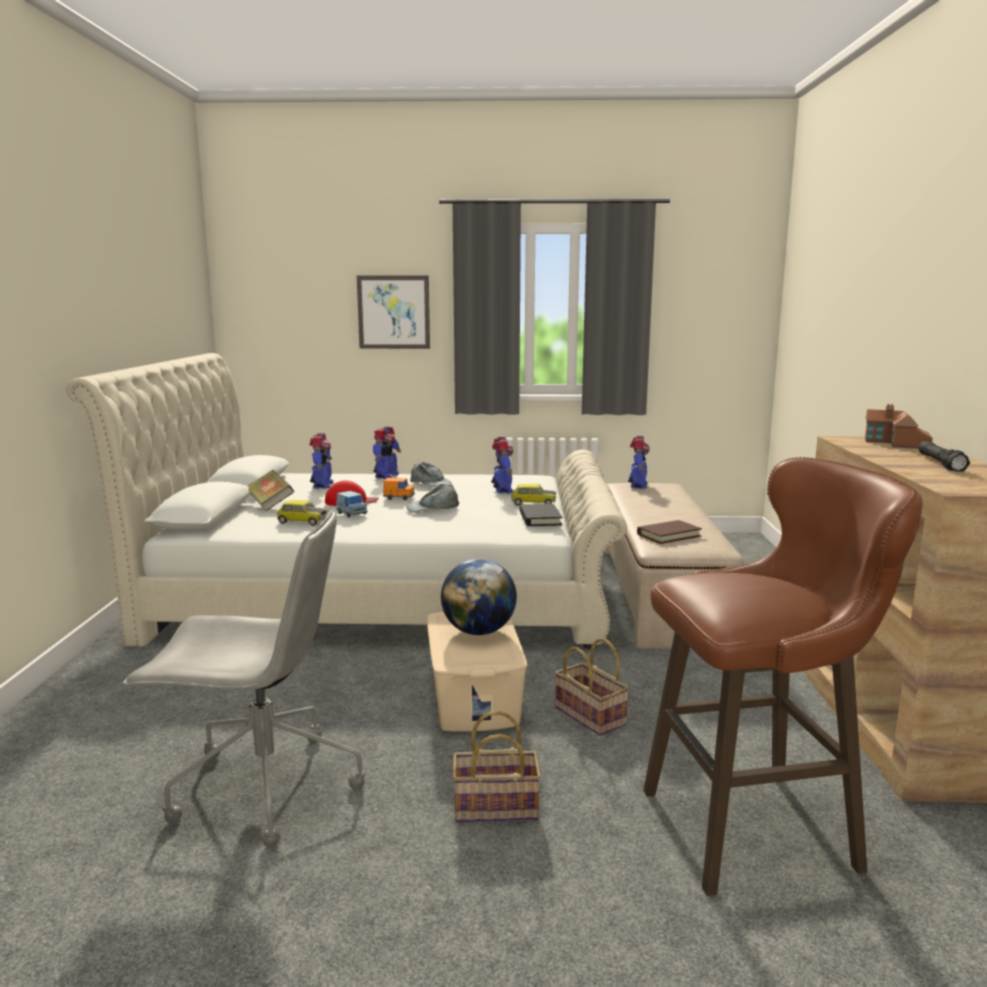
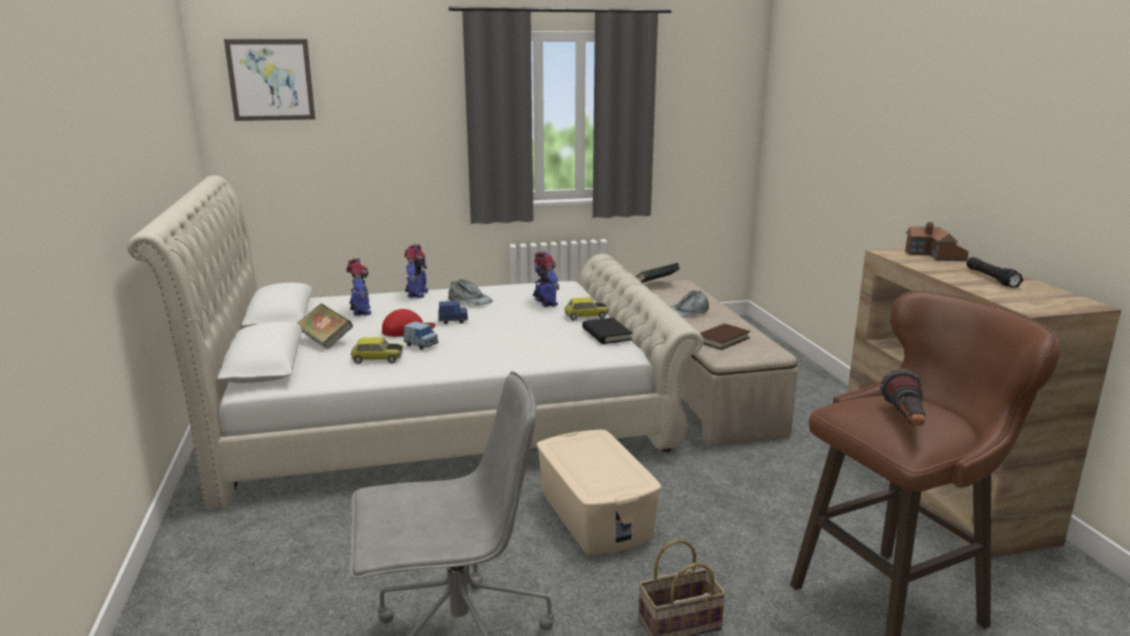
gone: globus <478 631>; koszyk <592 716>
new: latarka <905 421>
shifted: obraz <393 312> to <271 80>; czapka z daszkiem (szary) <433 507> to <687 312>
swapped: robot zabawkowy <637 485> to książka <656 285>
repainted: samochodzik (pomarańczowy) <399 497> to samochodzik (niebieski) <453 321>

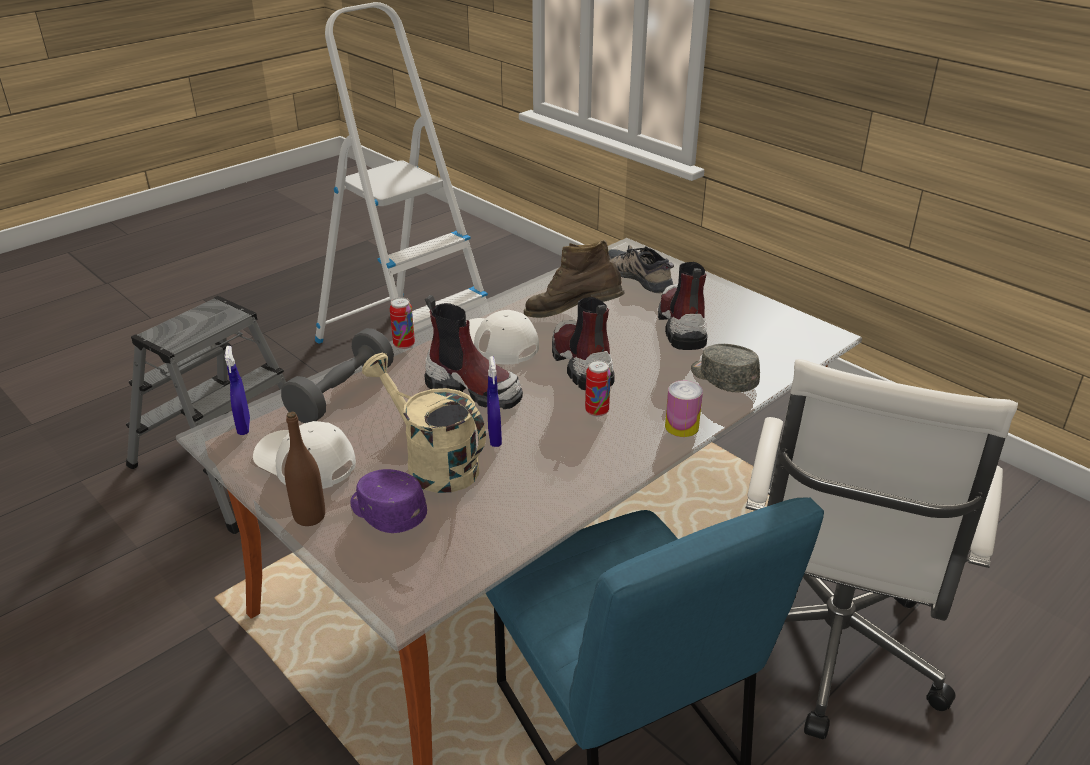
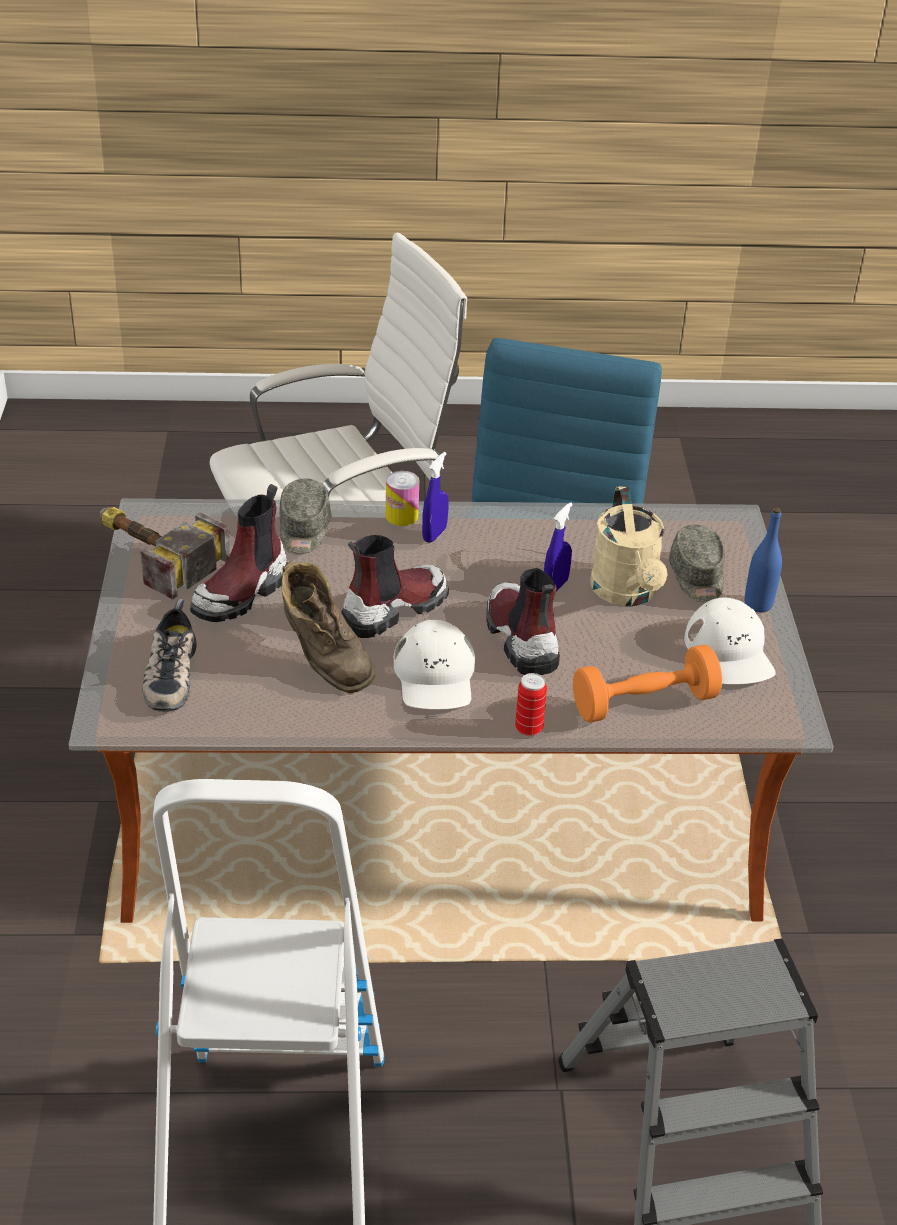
gone: puszka <597 411>
new: młotek <151 553>
shifted: spryskiwacz (niebieski) <244 426> to <434 534>
repainted: hantel (szary) <342 393> to hantel (pomarańczowy) <644 703>; butelka (brązowy) <309 516> to butelka (niebieski) <758 604>; czapka z daszkiem (fioletowy) <386 512> to czapka z daszkiem (szary) <697 577>
rotated: but z cholewką <580 364> = <393 609> 150 degrees counterclockwise

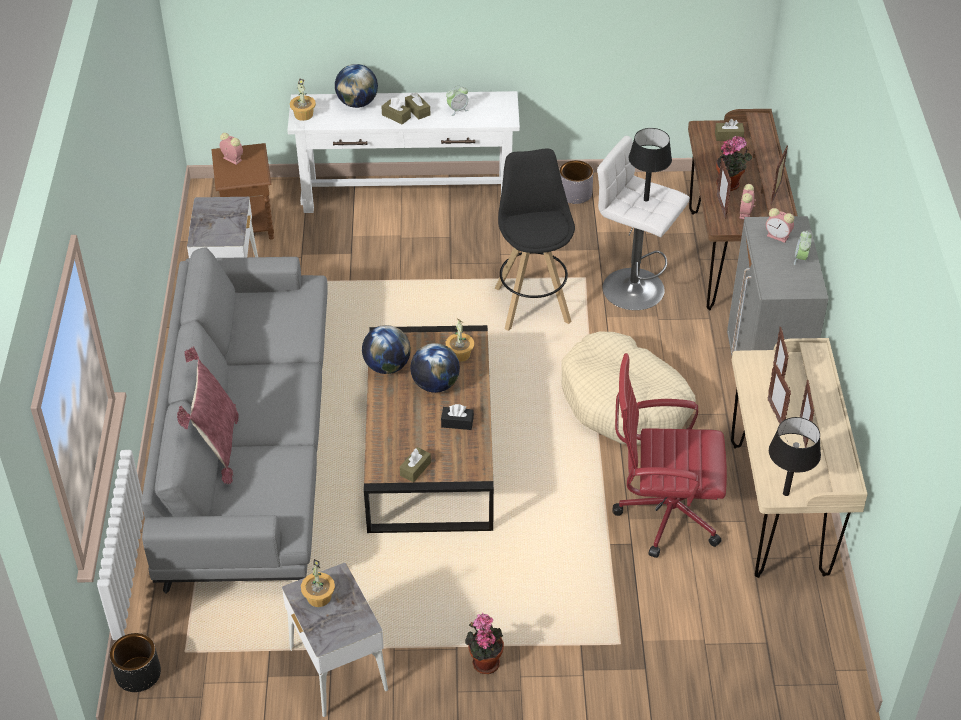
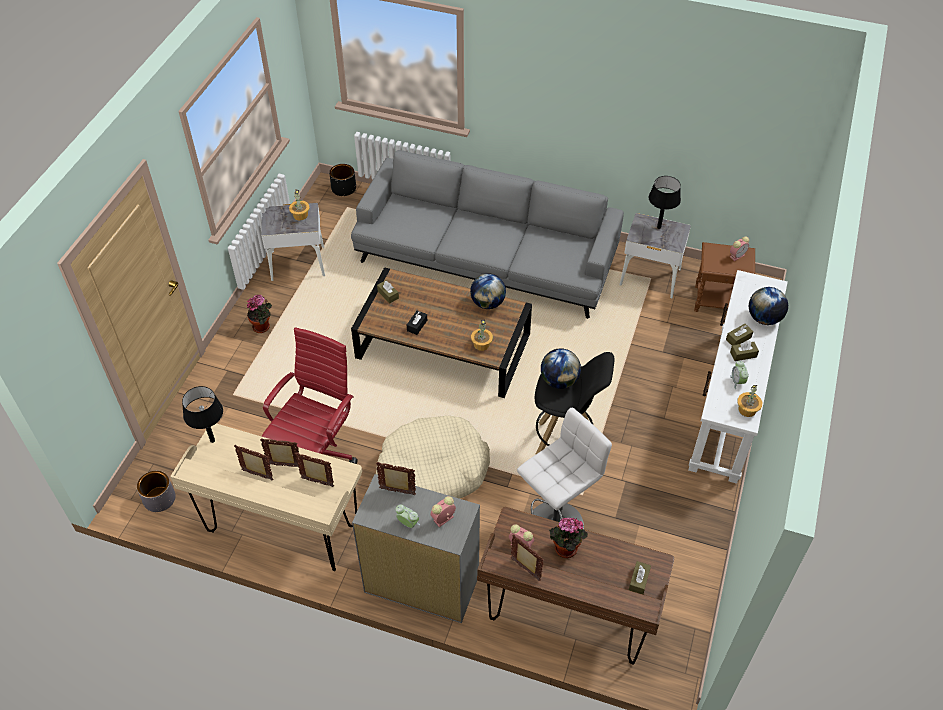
gone: poduszka (czerwony) <215 450>
shifted: roślina doniczkowa <303 114> to <747 410>; globus <435 384> to <559 380>; donica (szary) <575 194> to <160 499>; lampa stołowa (czarny) <646 199> to <659 227>; ramka na zdjęcie <721 207> to <397 492>

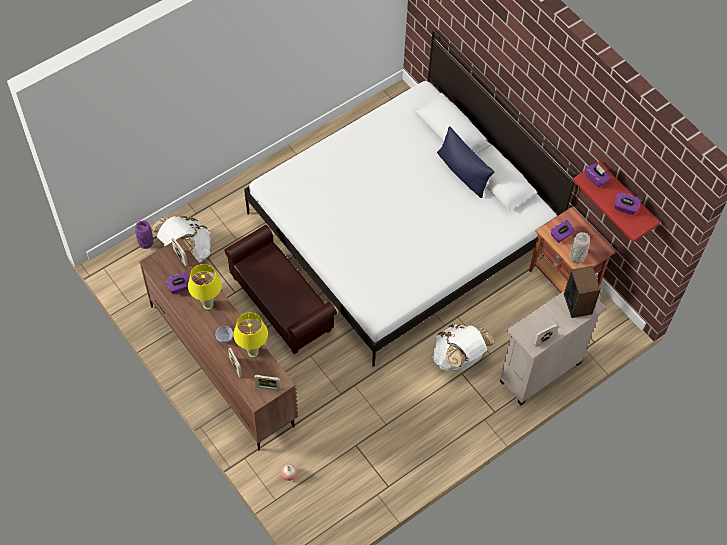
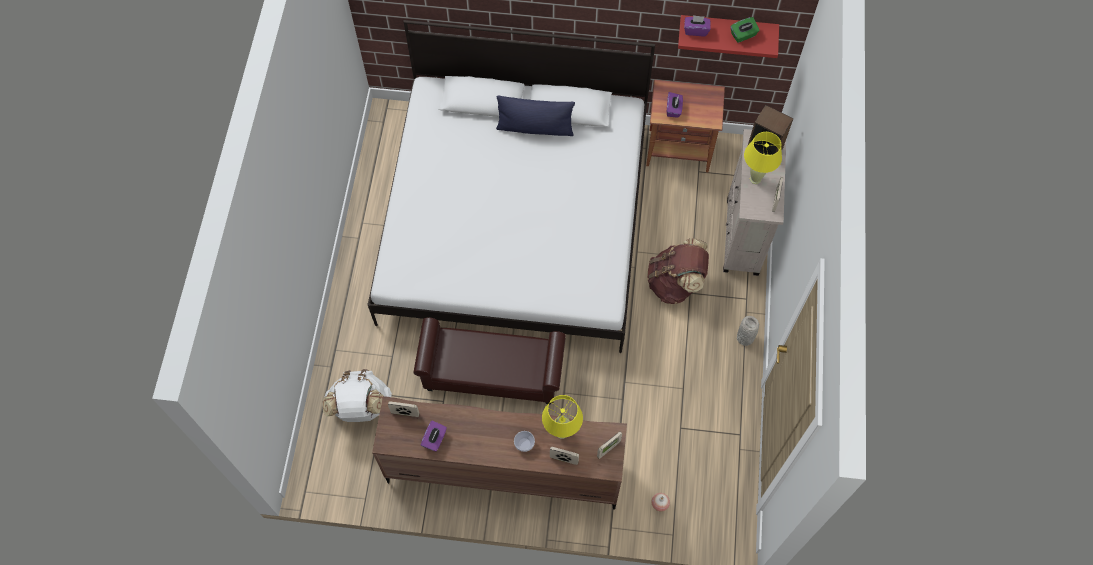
gone: wazon (fioletowy) <145 242>
shifted: lampa stołowa (żółty) <208 305> to <755 179>; wazon (szary) <576 257> to <745 338>
repainted: plecak (biały) <459 358> to plecak (brązowy) <675 283>; pudełko chusteczek (fioletowy) <625 208> to pudełko chusteczek (zielony) <743 35>

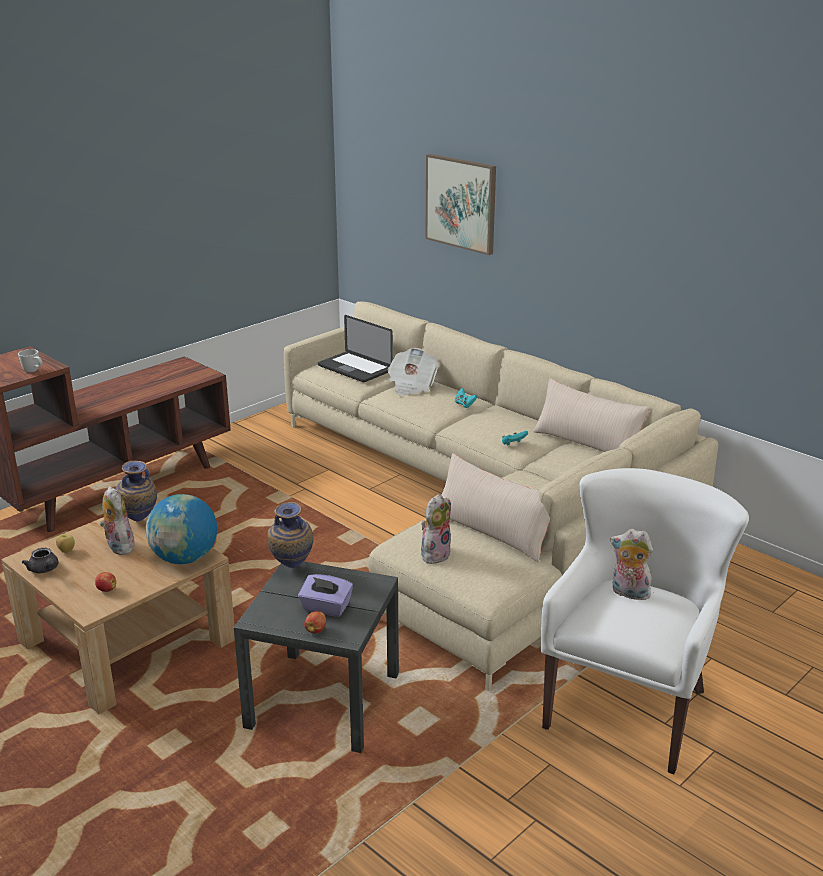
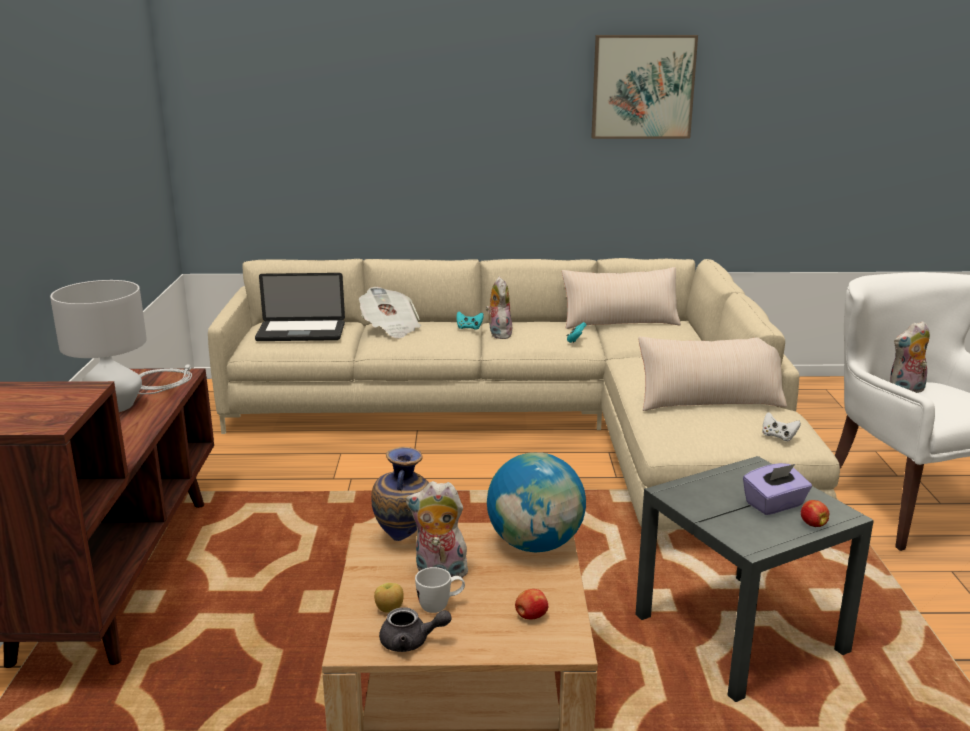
gone: wazon <291 569>
new: lampa stołowa (biały) <133 395>; pad do gier (biały) <778 436>
shifted: kubek (biały) <34 371> to <440 606>; pluszak <435 554> to <498 334>; obraz <461 203> to <643 87>

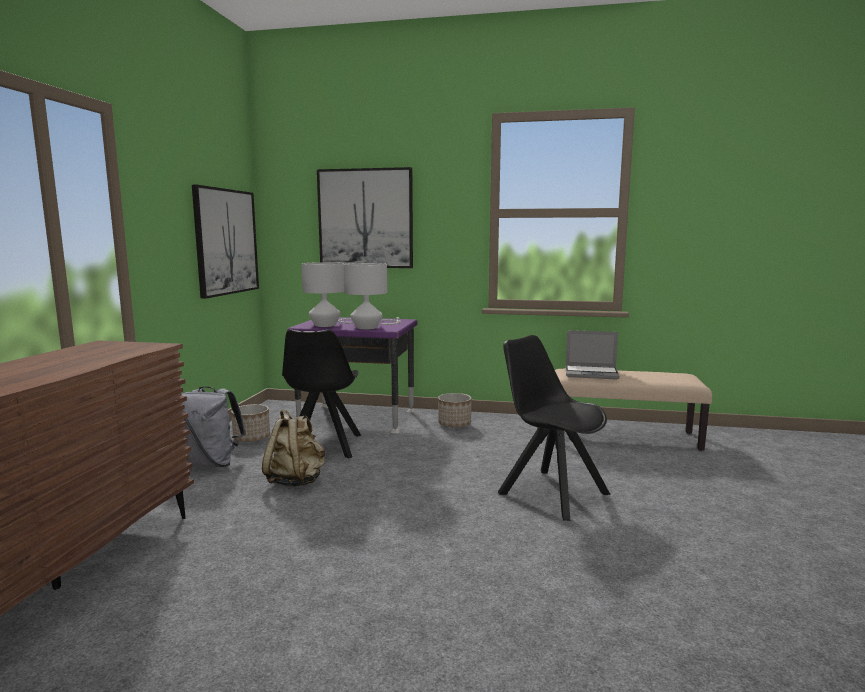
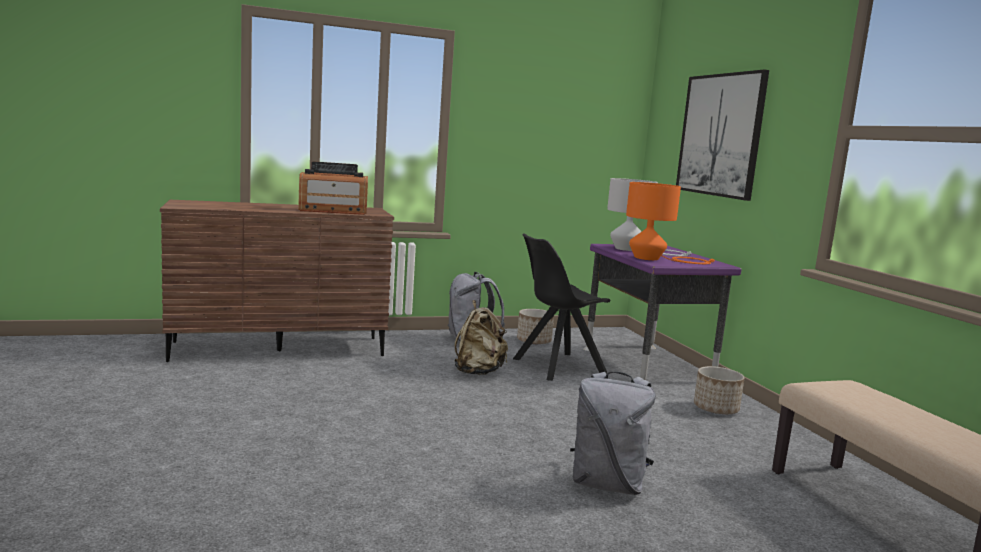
gone: obraz <226 242>; laptop <592 373>
new: radio <333 211>
swapped: krzesło (czarny) <551 492> to plecak (szary) <608 484>
repainted: lampa stołowa (biały) <374 325> to lampa stołowa (pomarańczowy) <664 259>

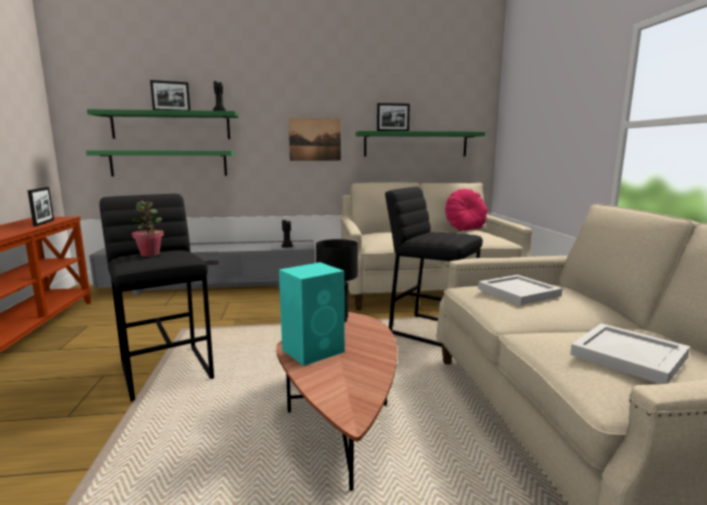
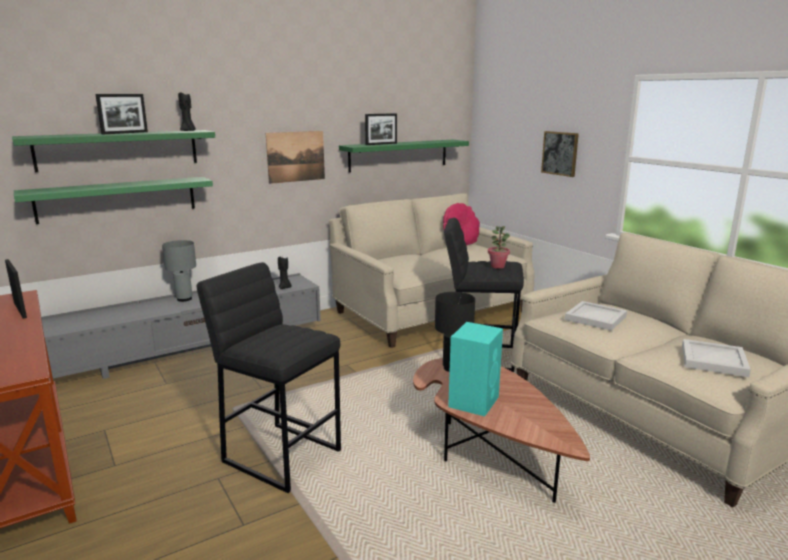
new: lampa stołowa (szary) <185 299>; obraz <560 153>
shifted: roślina doniczkowa <150 254> to <497 266>

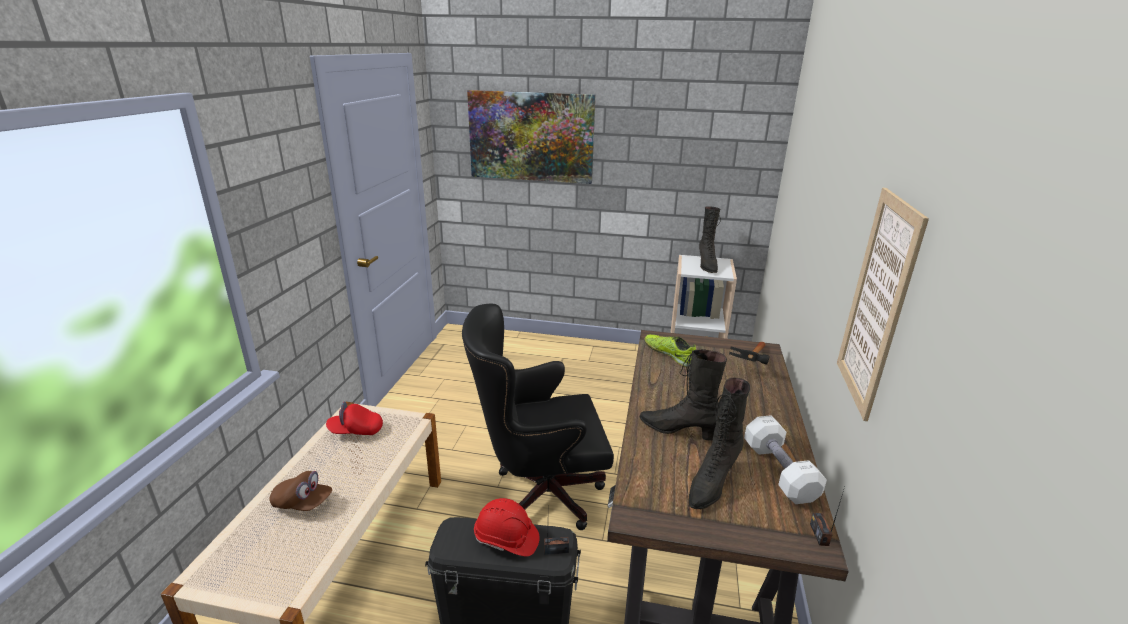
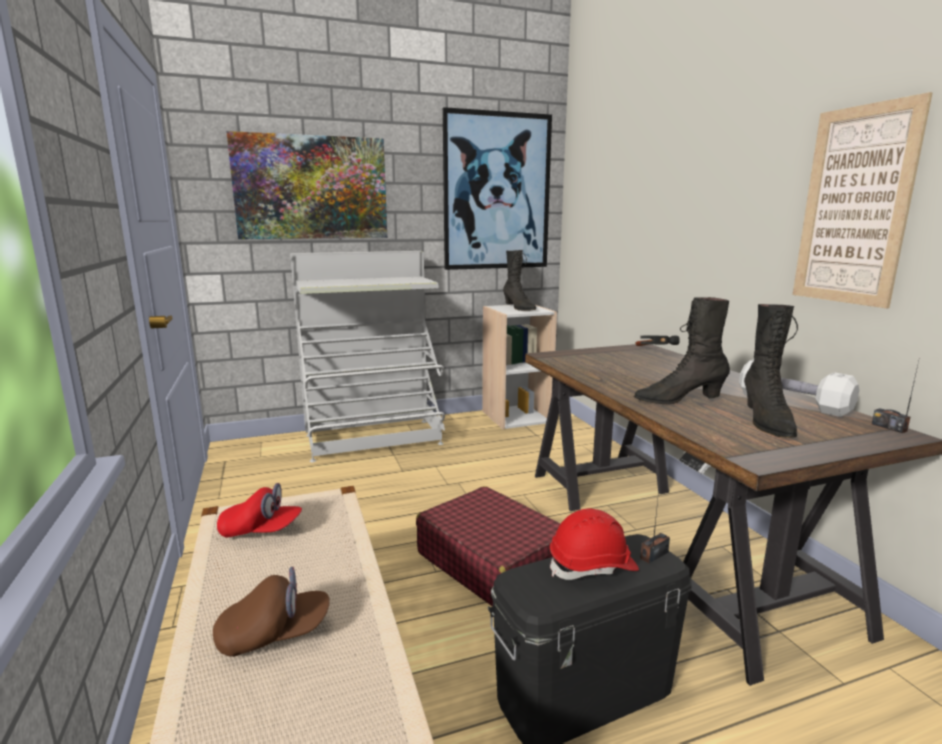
gone: but <669 354>
new: regał na buty (biały) <374 441>; obraz <497 192>
swapped: krzesło biurowe (czarny) <540 495> to walizka (czerwony) <492 561>
rotated: czapka z daszkiem (czerwony) <356 431> = <261 531> 135 degrees counterclockwise

